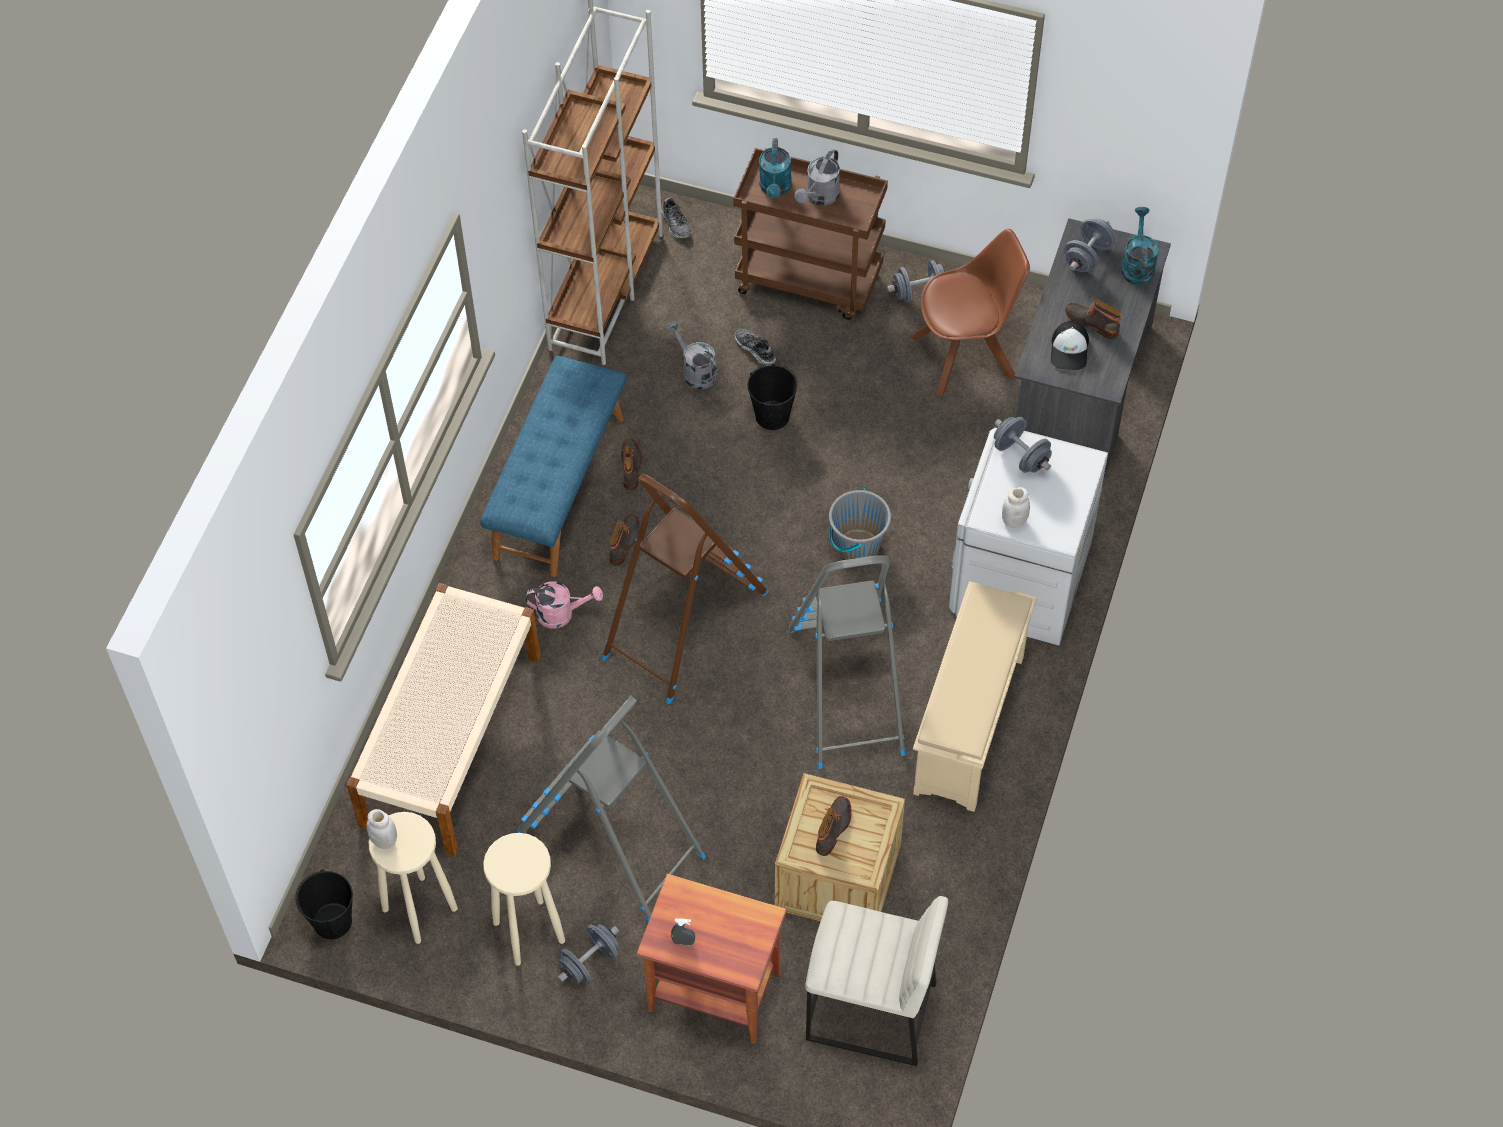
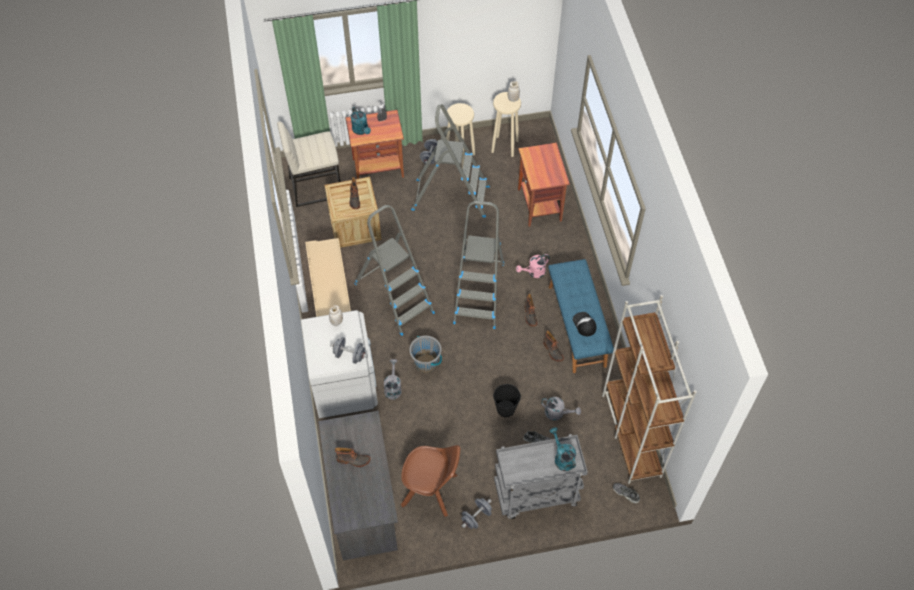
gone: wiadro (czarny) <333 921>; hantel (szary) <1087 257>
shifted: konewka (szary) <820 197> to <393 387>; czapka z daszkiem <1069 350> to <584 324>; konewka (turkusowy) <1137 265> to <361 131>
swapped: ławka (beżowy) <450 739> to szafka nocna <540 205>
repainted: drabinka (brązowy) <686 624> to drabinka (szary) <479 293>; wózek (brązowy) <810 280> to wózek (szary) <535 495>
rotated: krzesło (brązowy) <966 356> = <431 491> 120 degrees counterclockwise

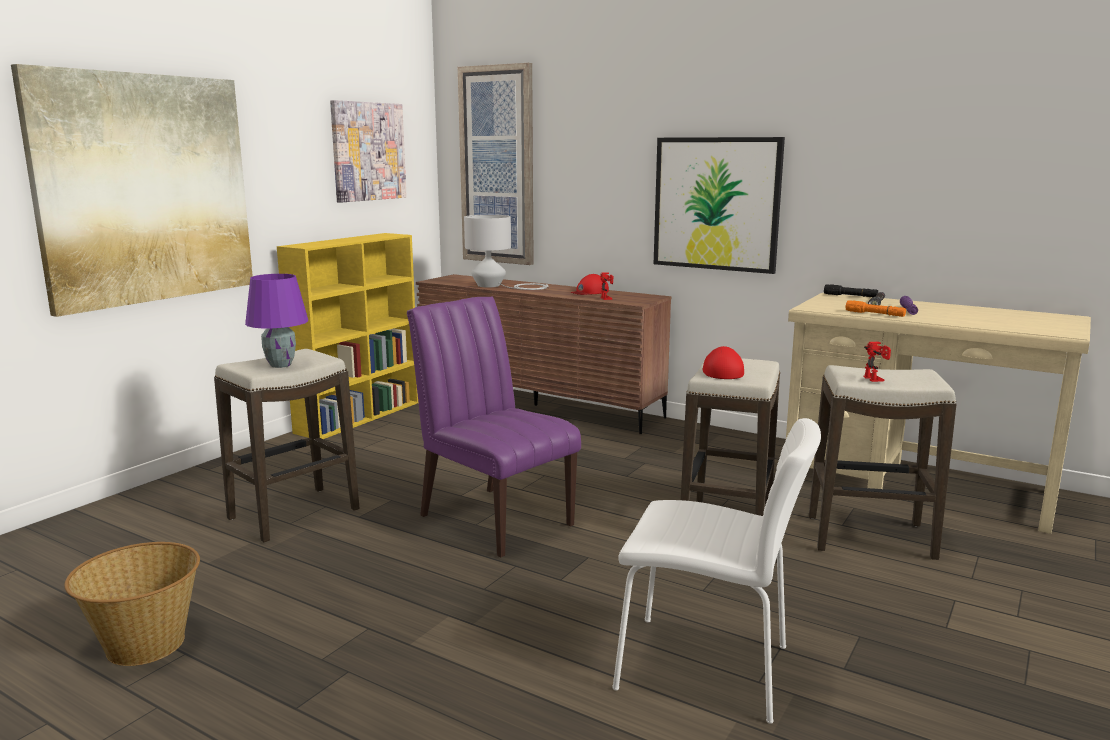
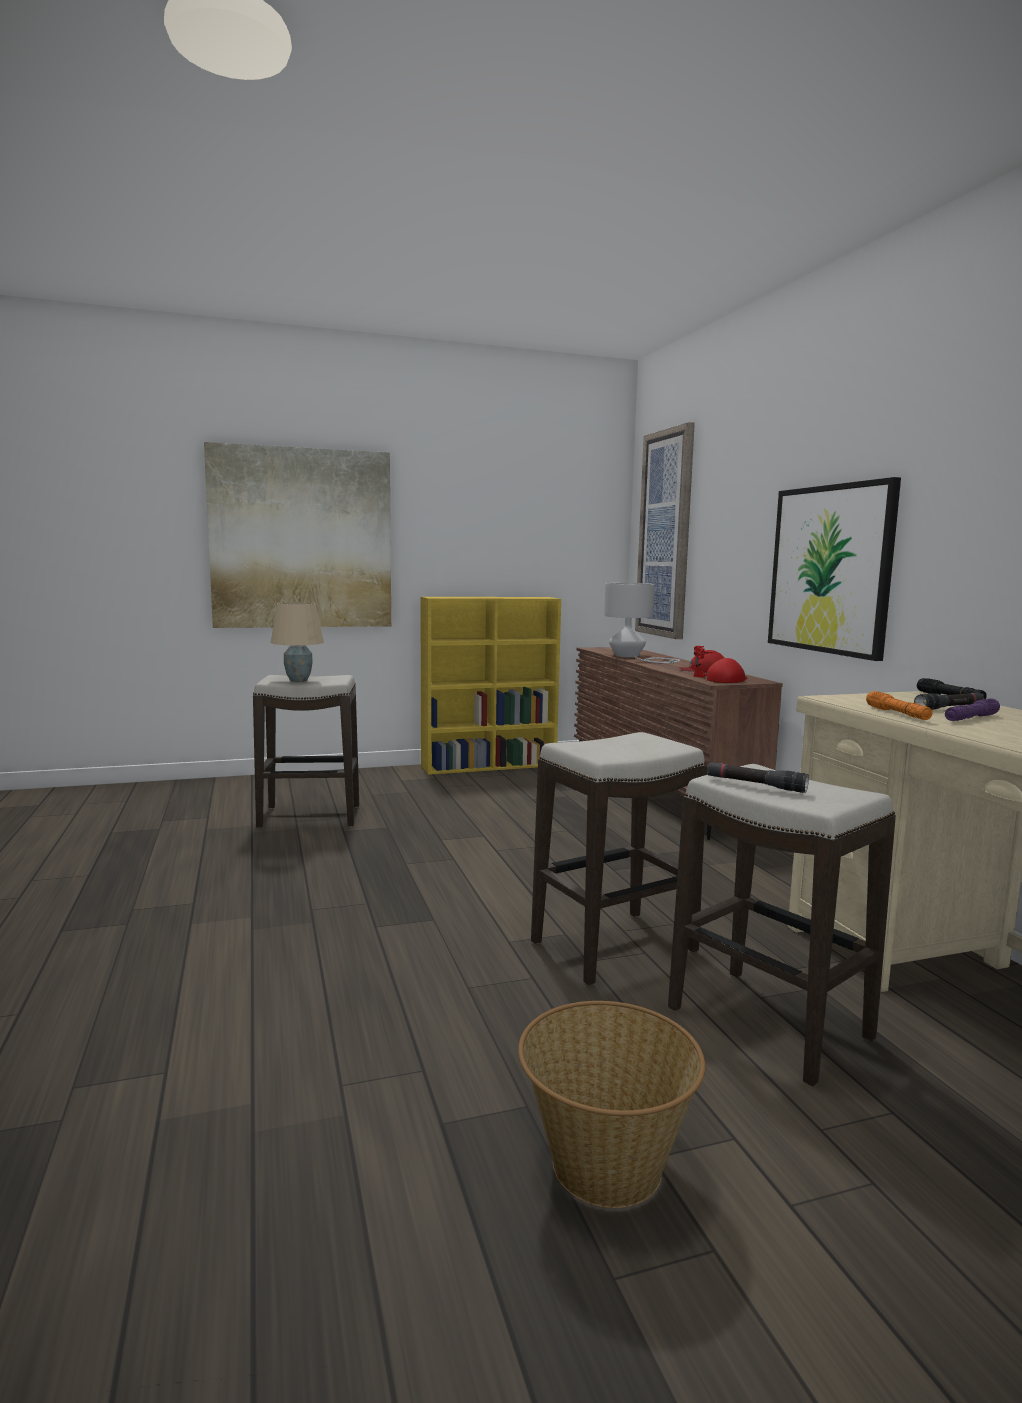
gone: obraz <368 151>; krzesło (fioletowy) <496 521>; krzesło (biały) <710 668>
shifted: koszyk <145 645> to <605 1166>; czapka z daszkiem (czerwony) <722 371> to <728 679>
swapped: robot zabawkowy <877 379> to latarka (czarny) <755 785>
repainted: lampa stołowa (fioletowy) <280 365> to lampa stołowa (beżowy) <298 680>

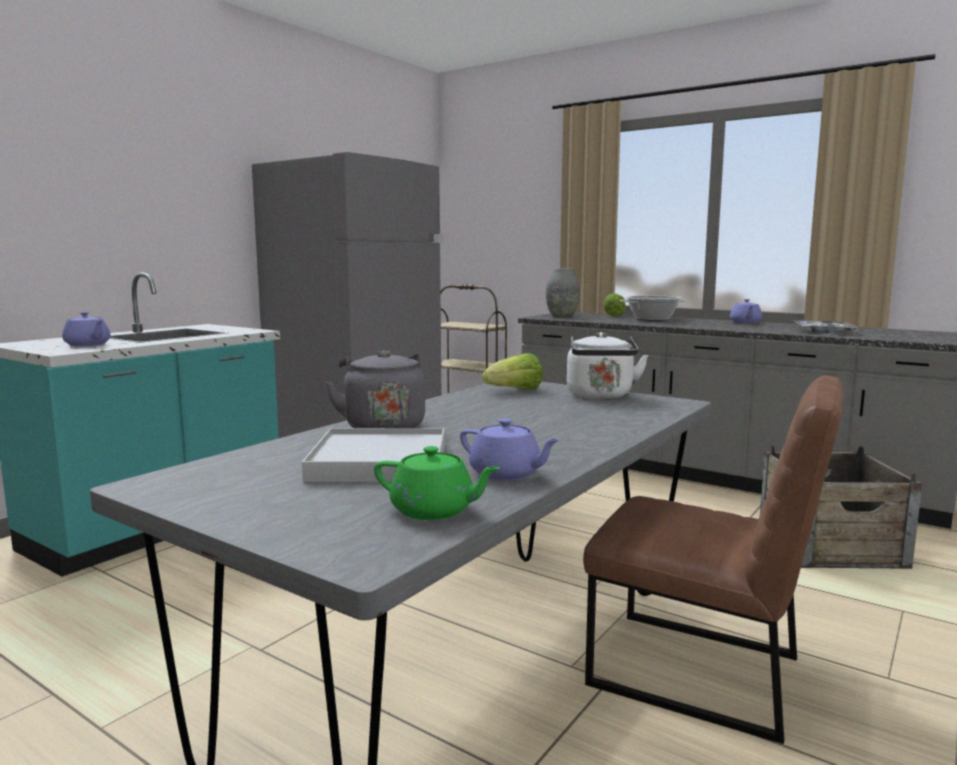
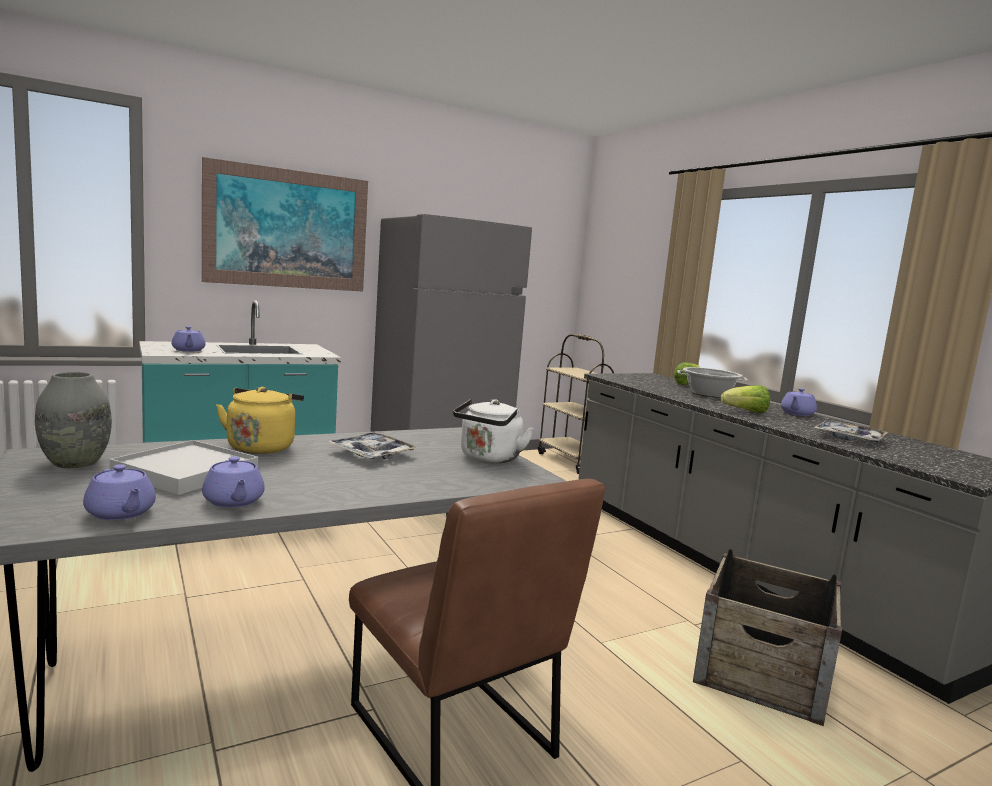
new: obraz <288 229>; taca <372 454>
shifted: sałata <515 390> to <746 412>; wazon (szary) <562 316> to <75 463>
repainted: czajnik (szary) <382 426> to czajnik (żółty) <262 447>; imbryk (zielony) <434 511> to imbryk (fioletowy) <121 513>

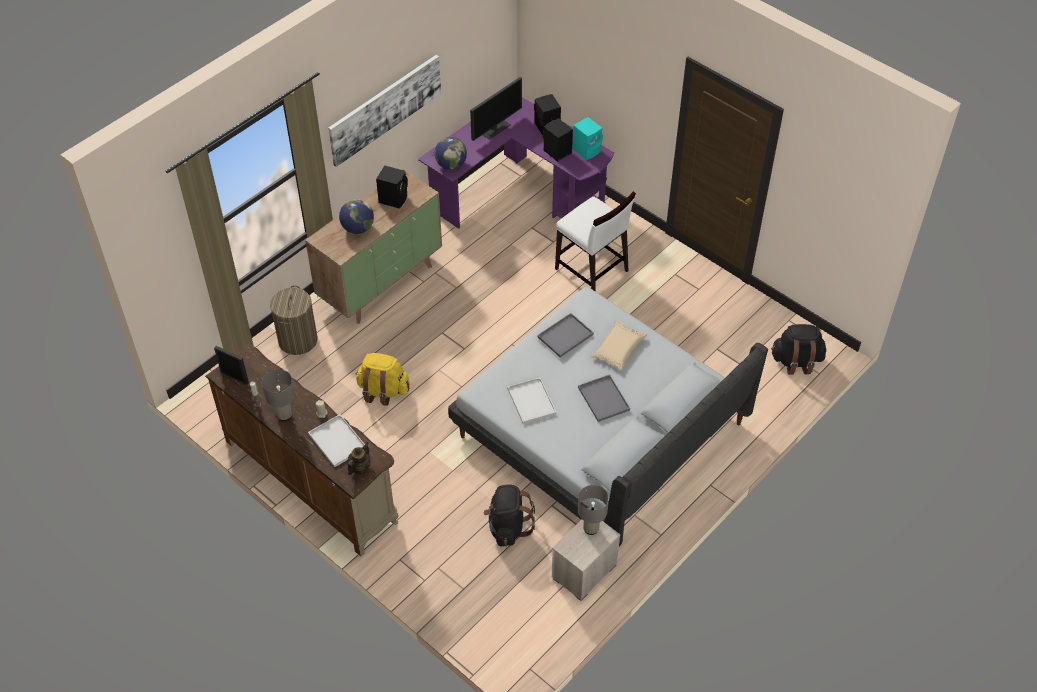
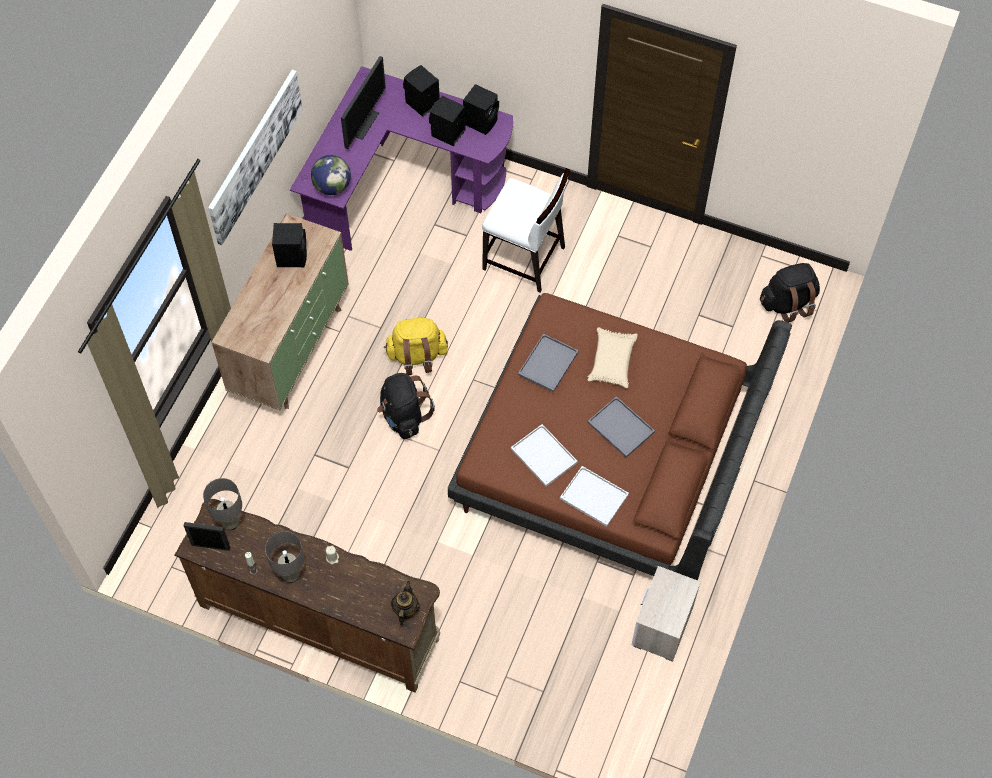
gone: kosz na pranie <298 340>; globus <358 228>
shifted: taca (biały) <338 441> to <595 497>; plecak (żółty) <383 391> to <417 356>; plecak (czarny) <508 527> to <404 416>; lampa stołowa (szary) <590 528> to <230 522>
repainted: łóżko (szary) <600 429> to łóżko (brązowy) <612 453>; głośnik (turkusowy) <587 150> to głośnik (czarny) <481 121>

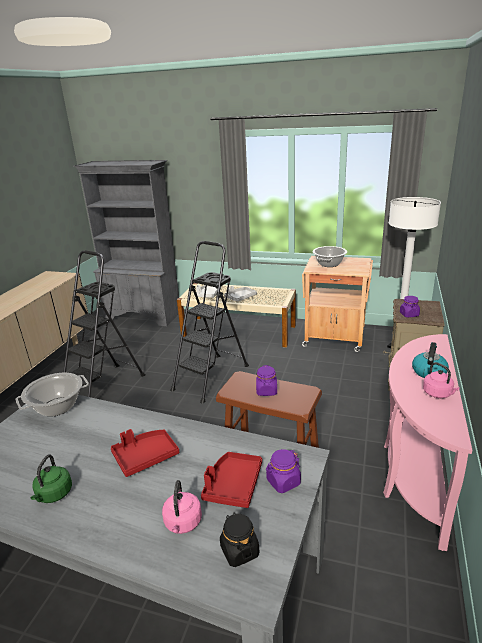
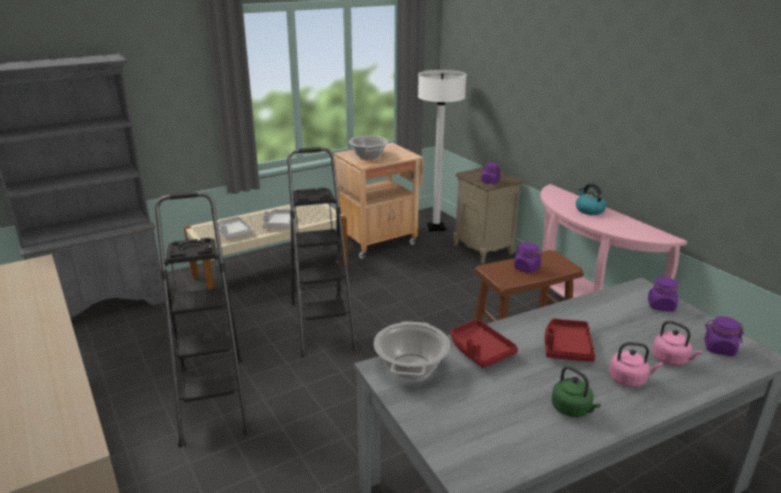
shifted: taca (czerwony) <233 485> to <480 351>; czajnik (różowy) <438 394> to <629 379>
repainted: słoik (czarny) <239 551> to słoik (fioletowy) <719 348>

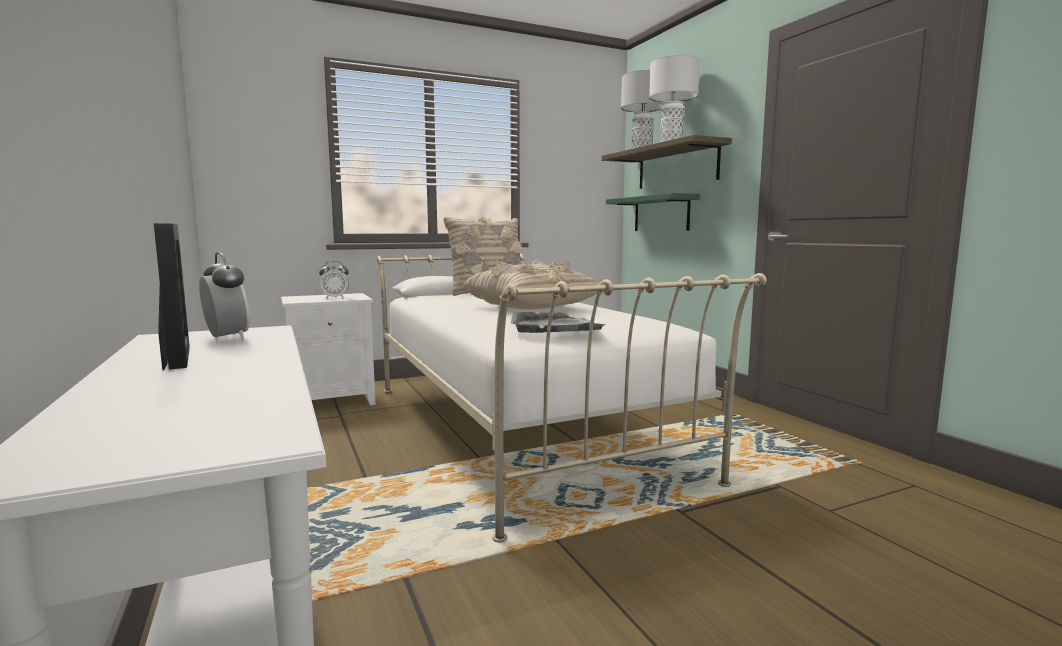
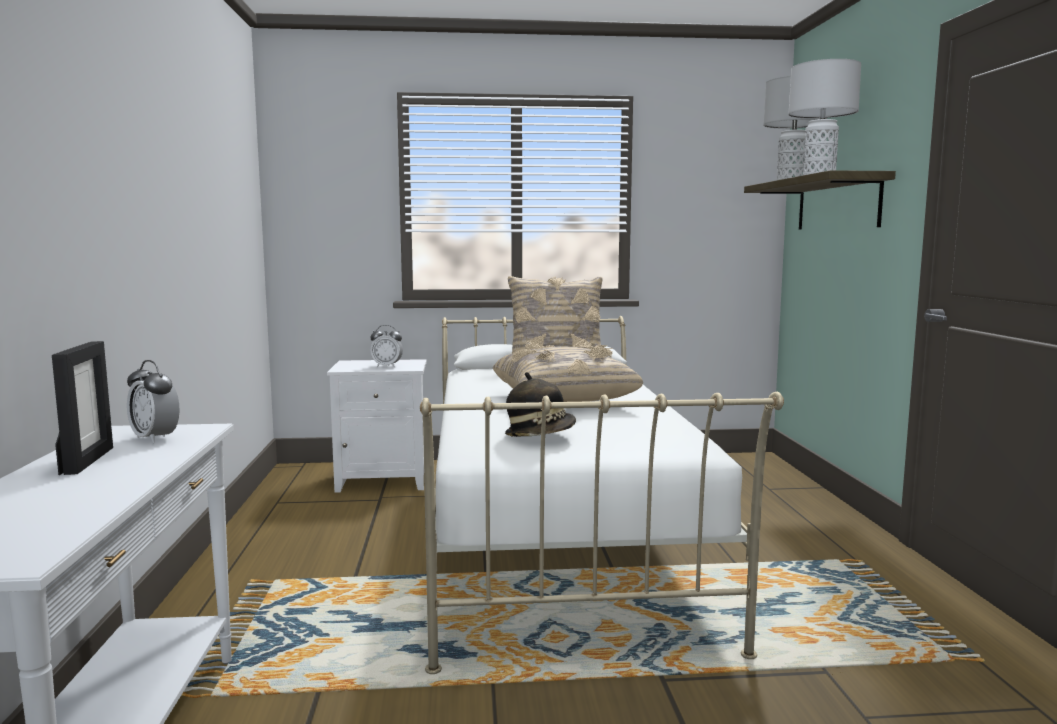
gone: półka (zielony) <661 214>
swapped: taca (szary) <554 327> to kapelusz <540 435>
rotated: budzik <227 338> = <155 438> 150 degrees clockwise

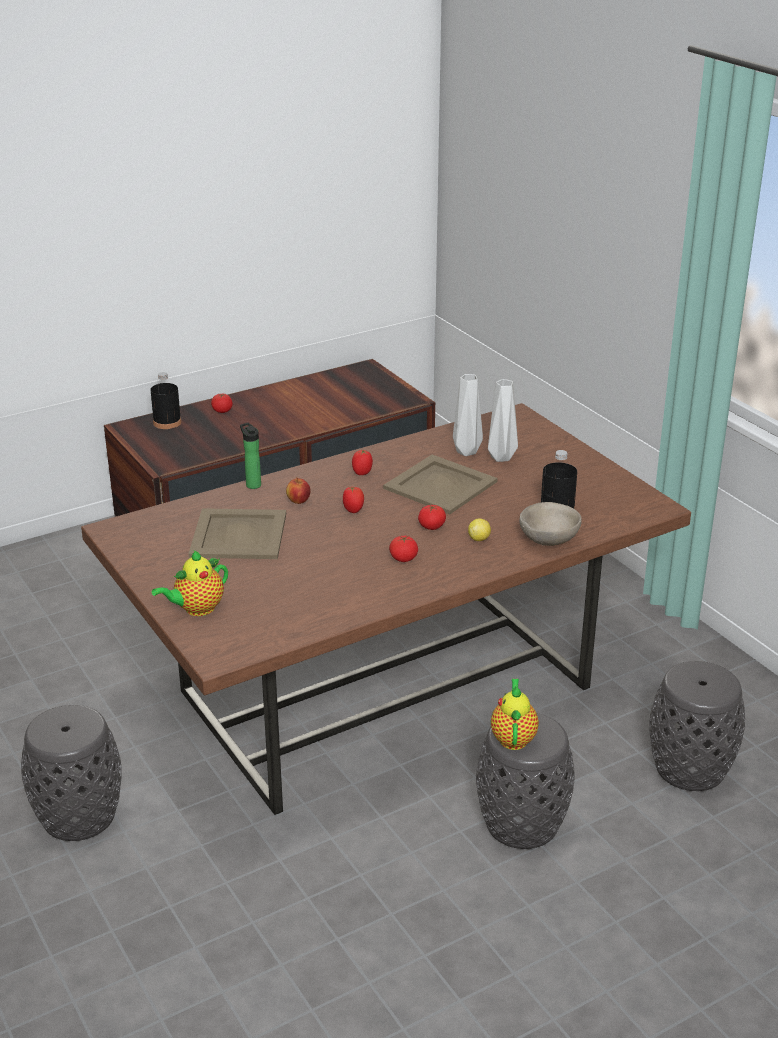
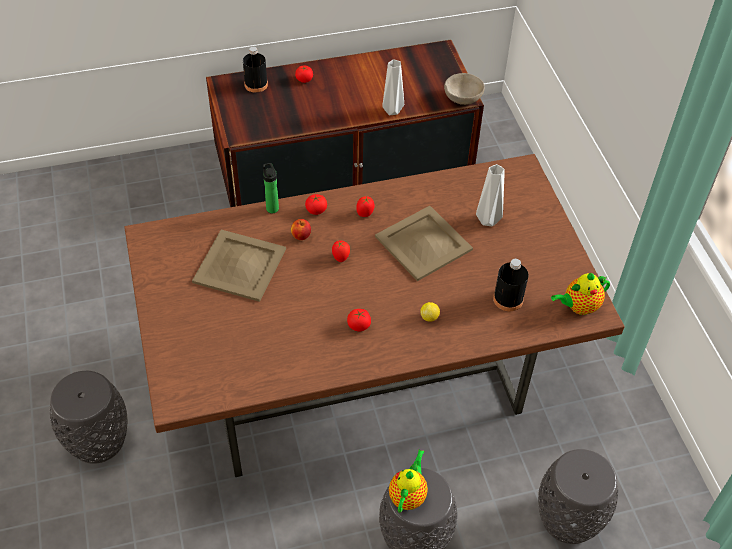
shifted: imbryk <196 609> to <578 307>; pomidor <432 526> to <316 210>; wazon (szary) <466 451> to <392 110>; miska (beżowy) <549 539> to <463 98>

